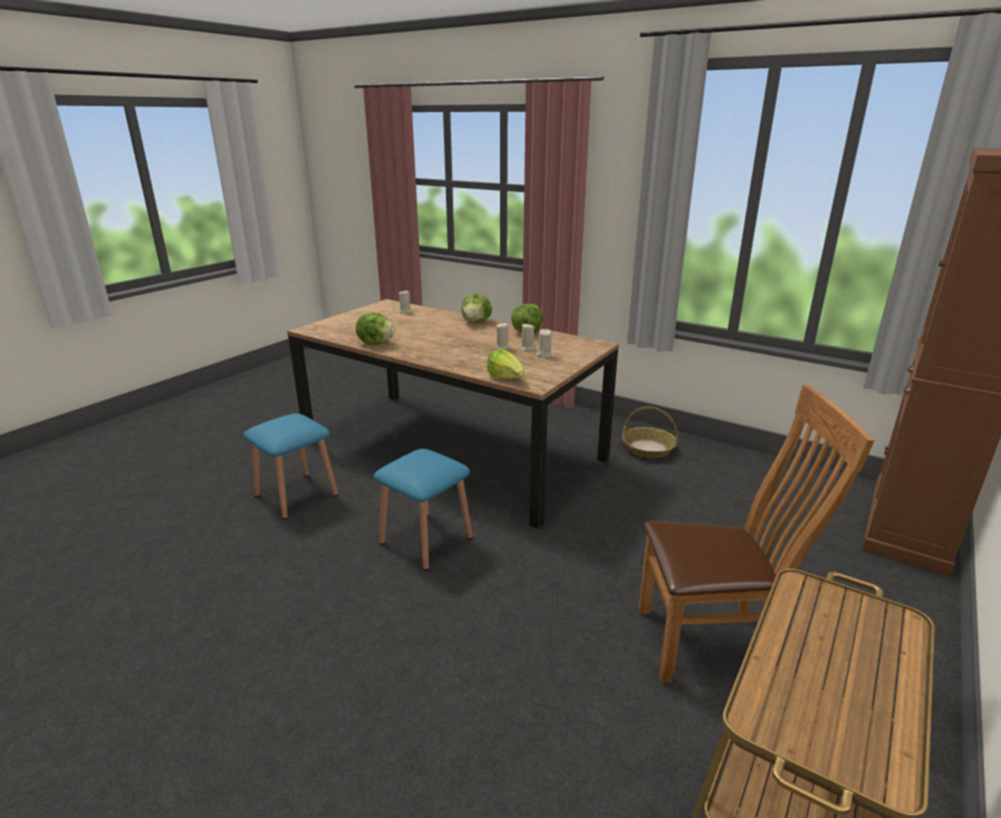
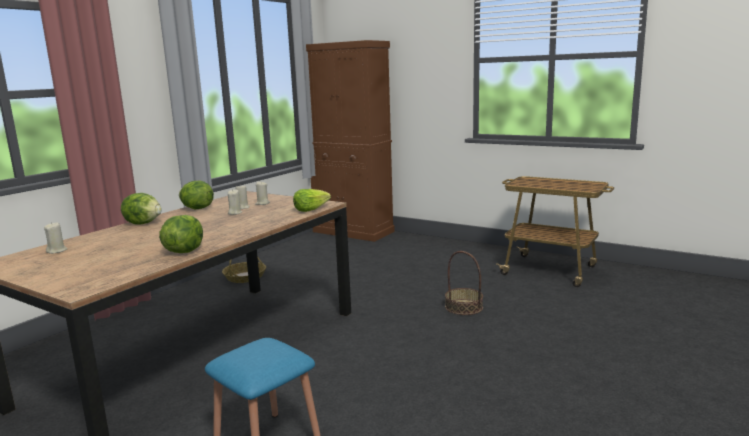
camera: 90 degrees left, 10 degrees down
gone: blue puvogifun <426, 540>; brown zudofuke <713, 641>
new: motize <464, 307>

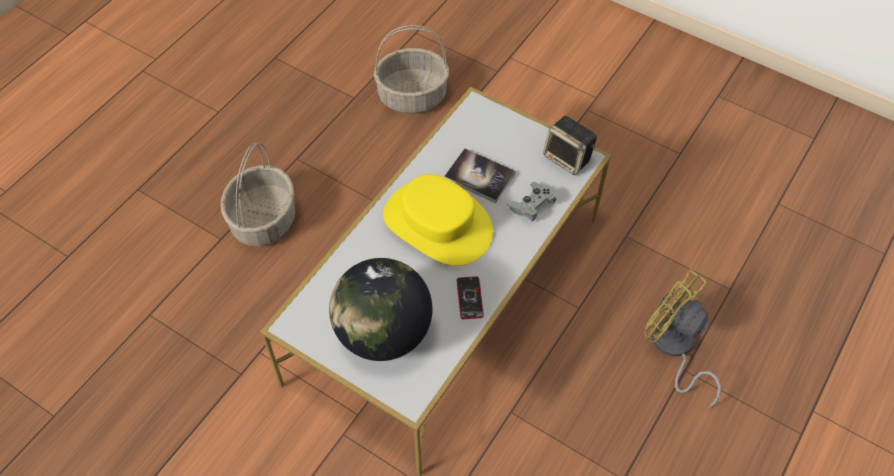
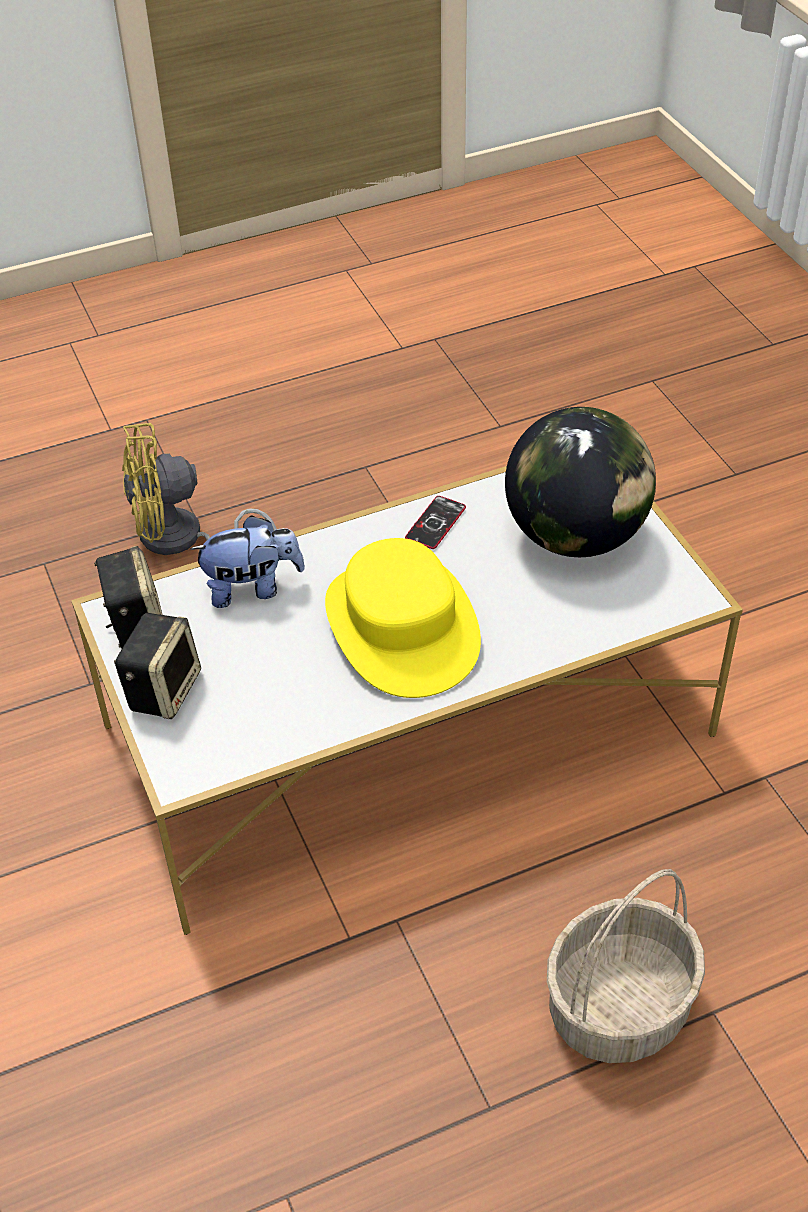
camera: 145 degrees left, 10 degrees down
gone: motize <413, 96>; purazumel <479, 176>
new: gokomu <163, 689>
swapped: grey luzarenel <531, 206> to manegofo <252, 588>
rotated: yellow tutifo <673, 348> = <182, 541> 90 degrees clockwise

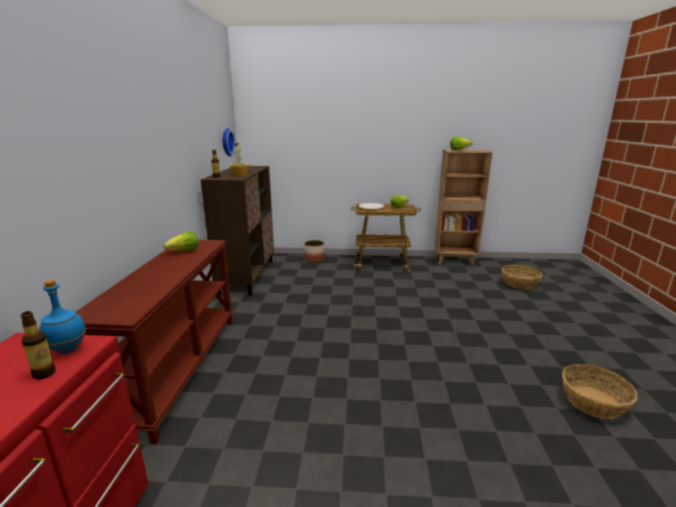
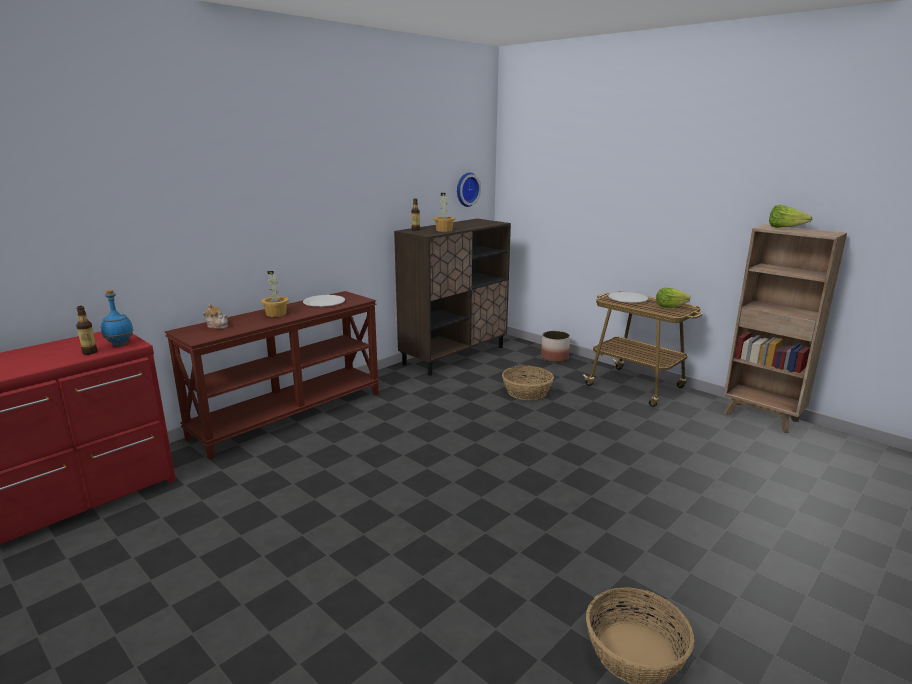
camera: 40 degrees right, 0 degrees up
new: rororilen <217, 326>; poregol <276, 314>
shifted: motize <519, 283> to <526, 392>
swapped: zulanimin <184, 251> to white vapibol <324, 302>

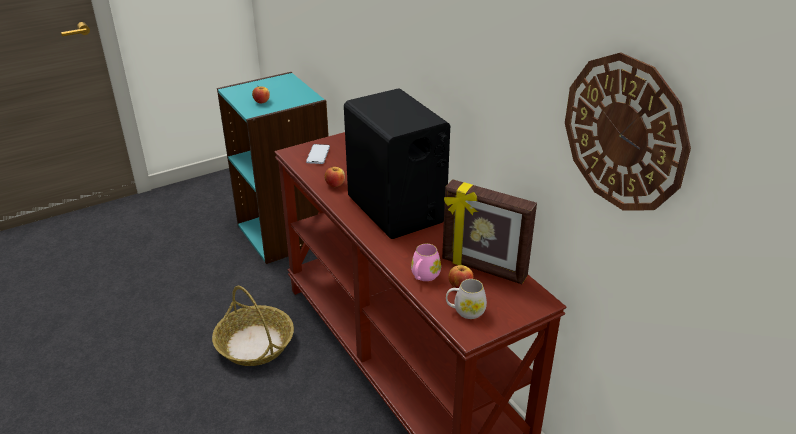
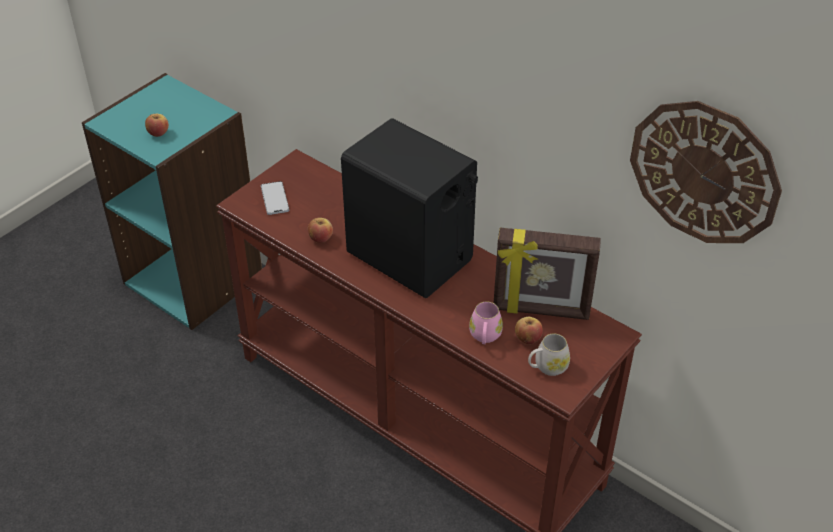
camera: 20 degrees left, 10 degrees up
gone: motize <255, 344>

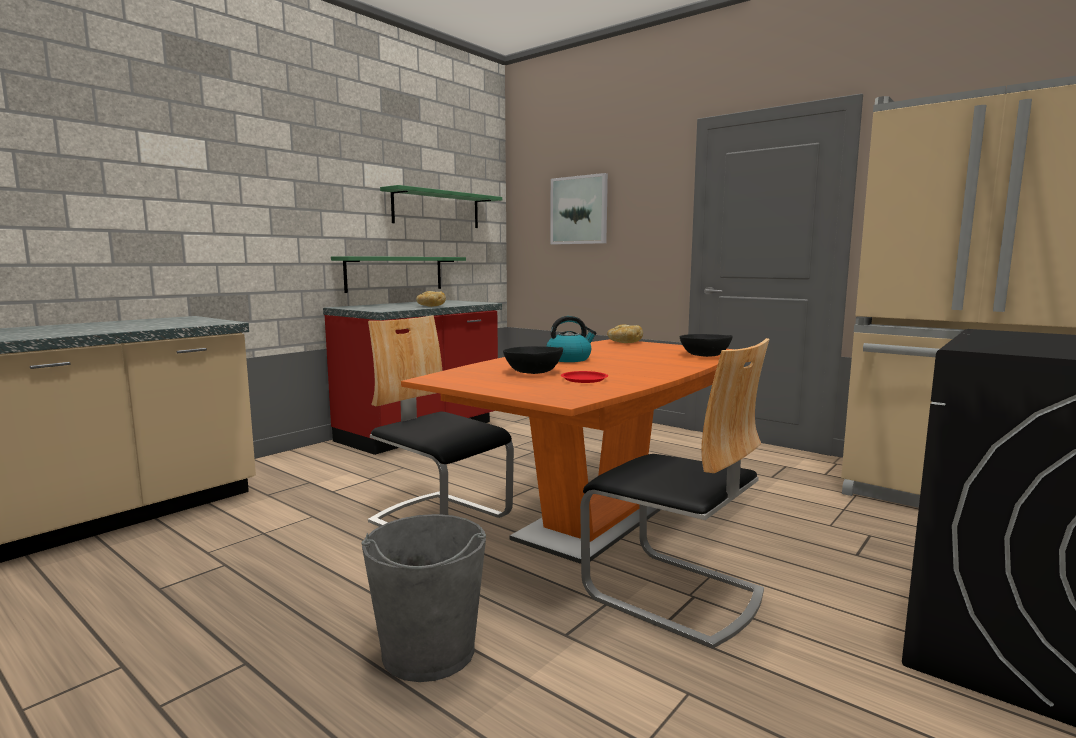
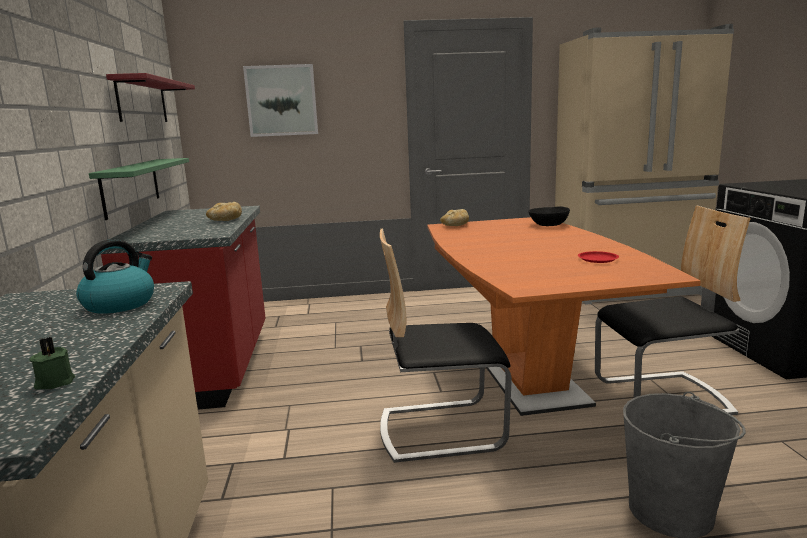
camera: 45 degrees left, 5 degrees up
gone: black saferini <532, 372>
new: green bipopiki <54, 382>
shifted: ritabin <569, 359> to <120, 304>
repainted: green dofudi <436, 209> to red dofudi <142, 101>

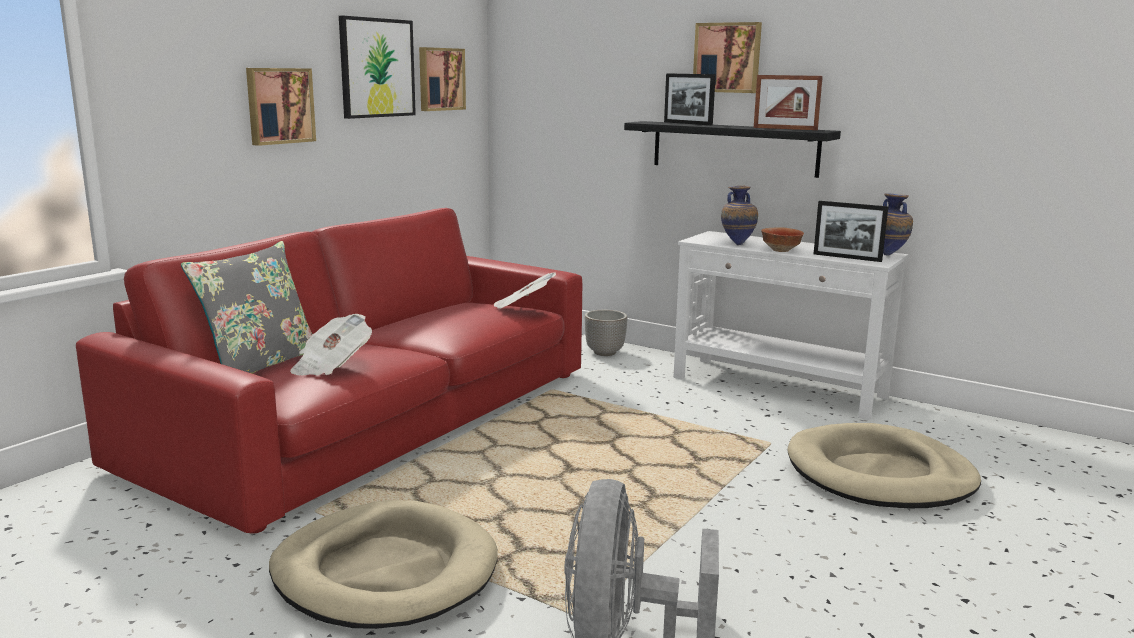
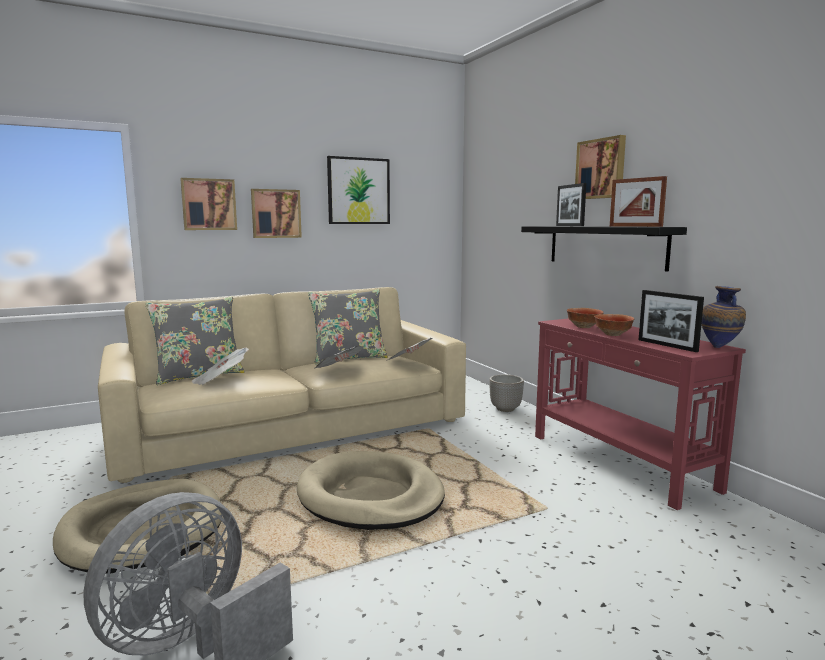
camera: 30 degrees right, 5 degrees down
new: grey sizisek <349, 358>; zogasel <339, 370>
shifted: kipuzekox <440, 79> to <209, 204>; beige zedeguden <880, 474> to <370, 496>
swapped: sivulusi <737, 244> to saferini <584, 327>
repainted: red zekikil <375, 418> to beige zekikil <292, 426>; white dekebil <779, 387> to red dekebil <619, 462>

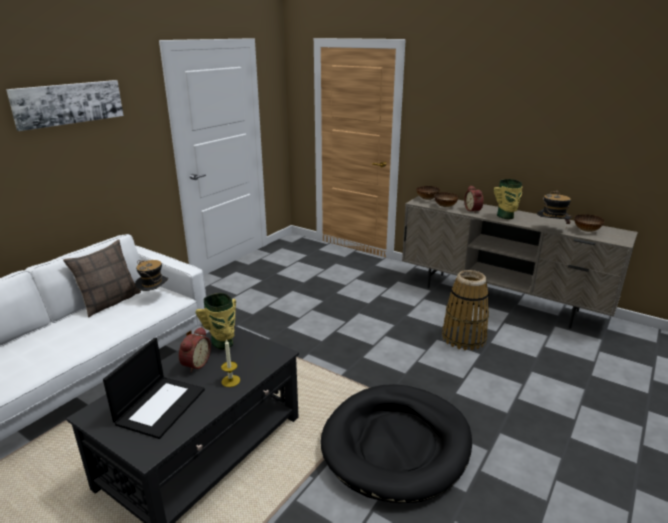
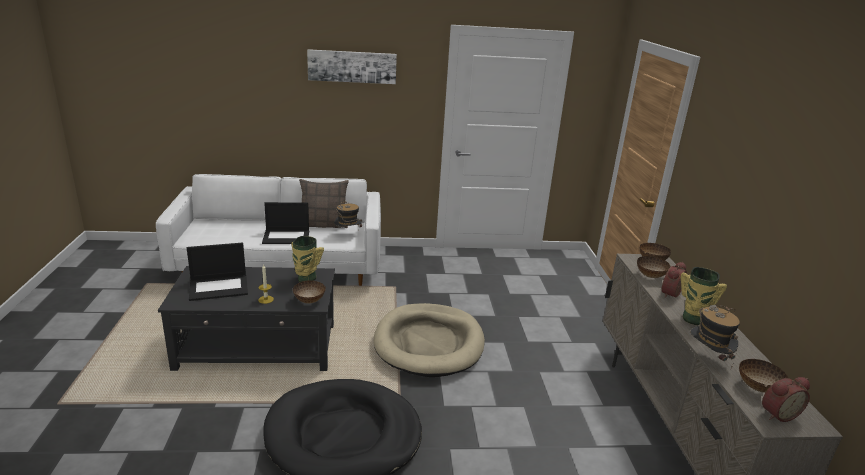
camera: 50 degrees right, 0 degrees up
gone: motize <464, 338>
new: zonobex <287, 237>; saferini <309, 301>; beige zedeguden <429, 343>
shifted: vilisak <195, 364> to <777, 413>

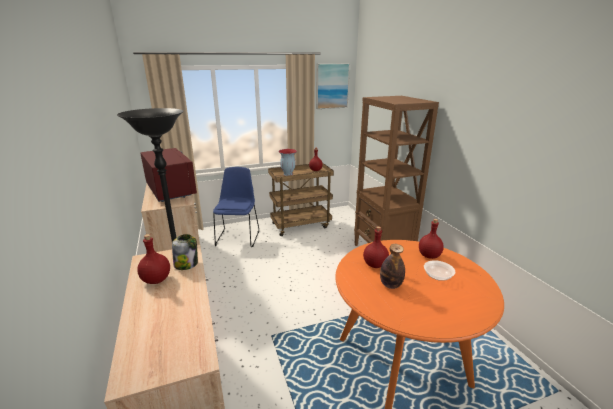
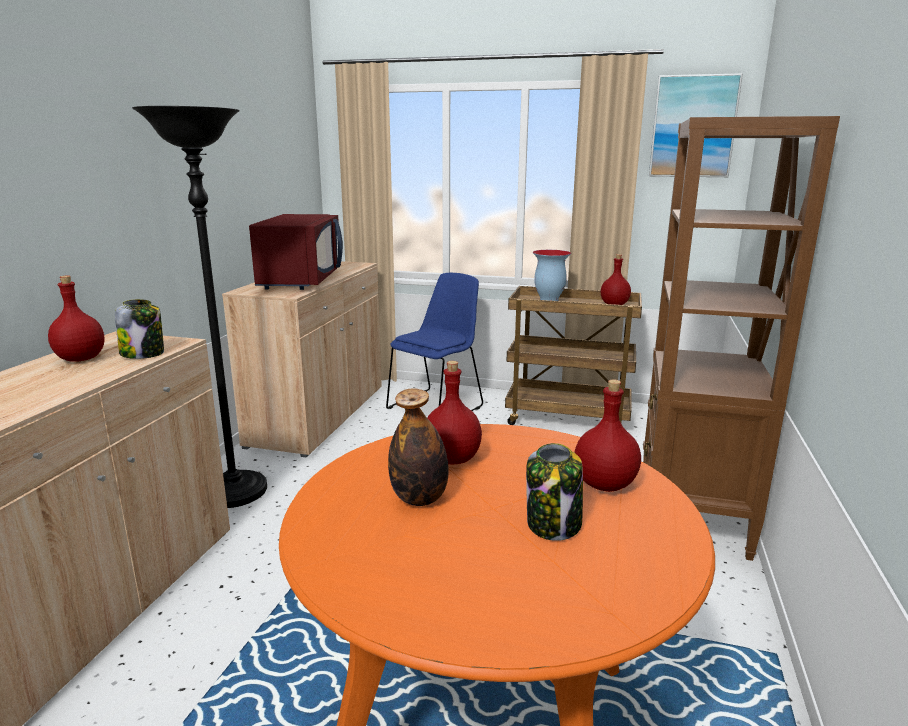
camera: 35 degrees right, 5 degrees down
swapped: saferini <438, 276> to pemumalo <553, 524>

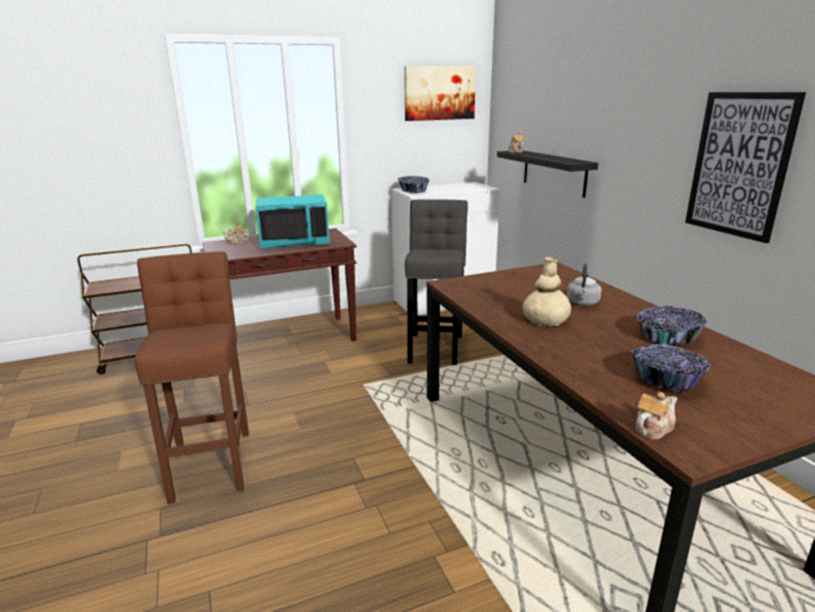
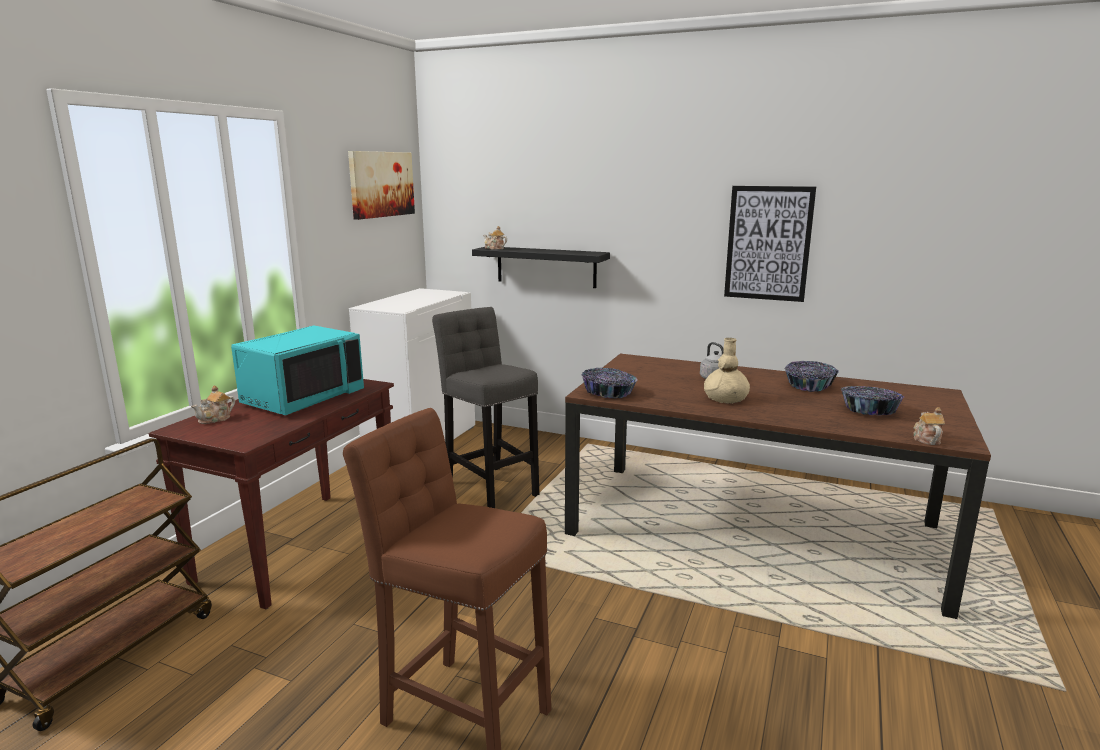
camera: 45 degrees left, 5 degrees down
shifted: saferini <413, 190> to <608, 393>

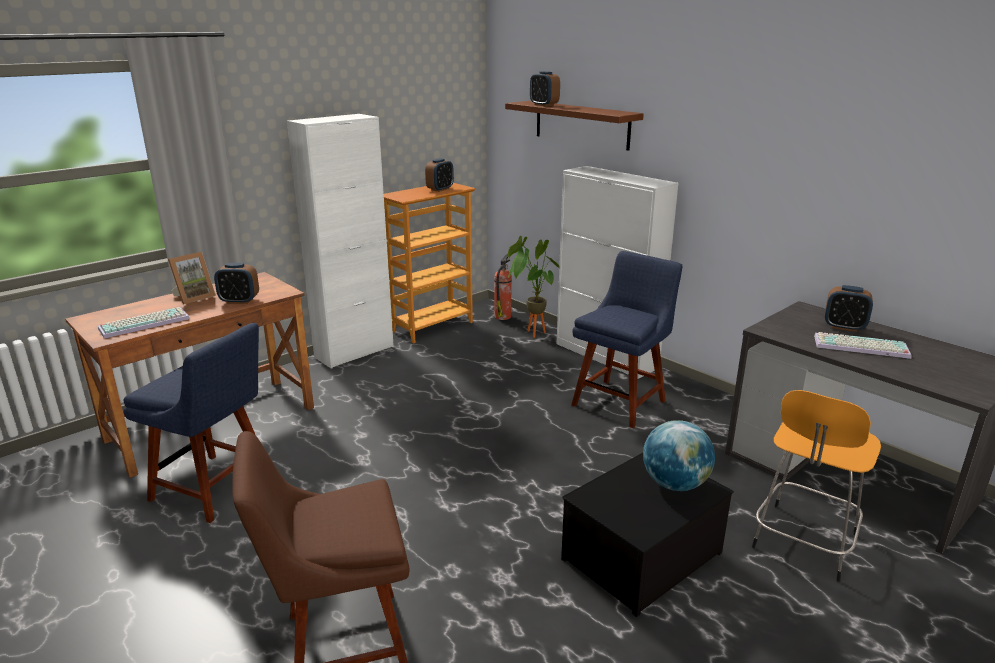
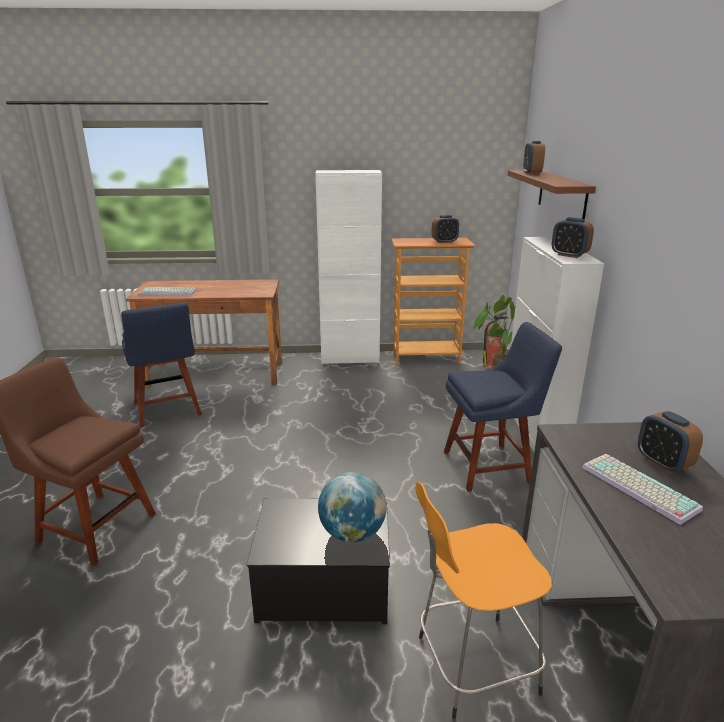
camera: 40 degrees right, 0 degrees up
gone: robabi <193, 297>
shifted: vilisak <239, 301> to <569, 255>

